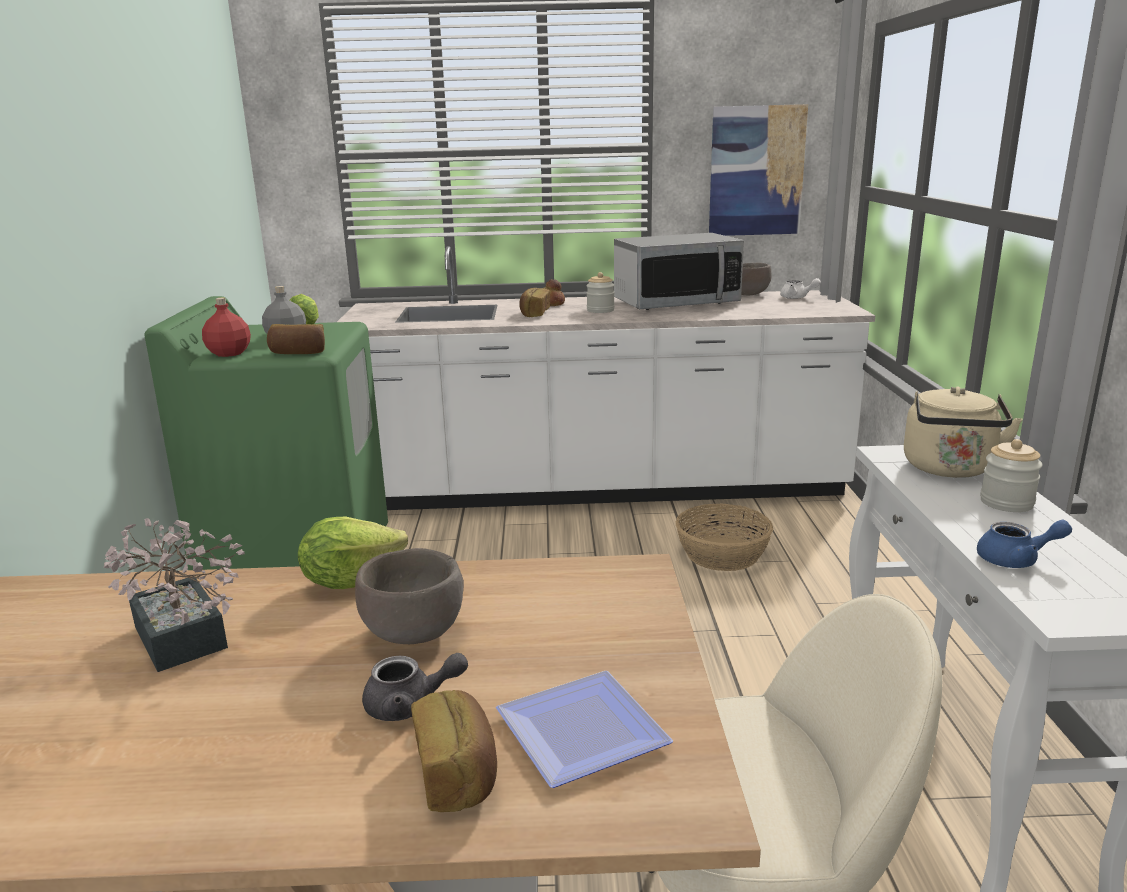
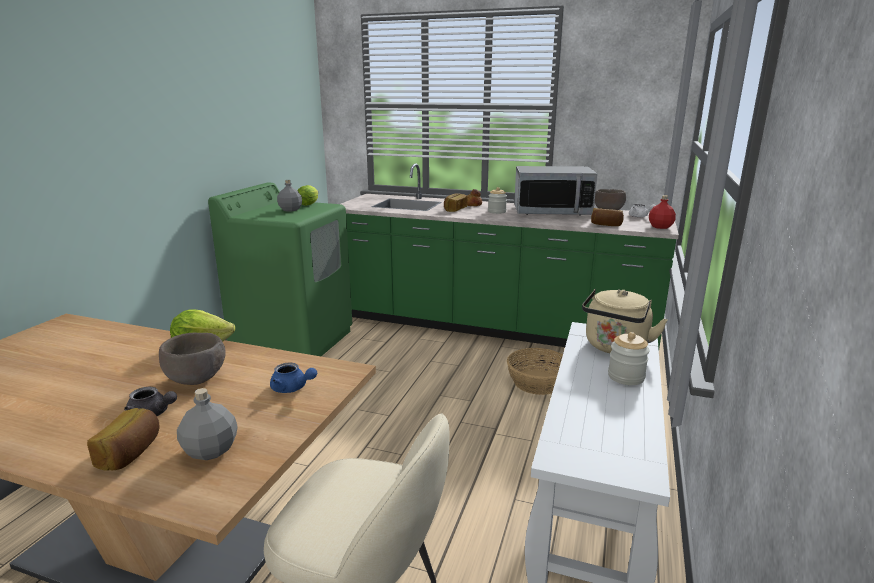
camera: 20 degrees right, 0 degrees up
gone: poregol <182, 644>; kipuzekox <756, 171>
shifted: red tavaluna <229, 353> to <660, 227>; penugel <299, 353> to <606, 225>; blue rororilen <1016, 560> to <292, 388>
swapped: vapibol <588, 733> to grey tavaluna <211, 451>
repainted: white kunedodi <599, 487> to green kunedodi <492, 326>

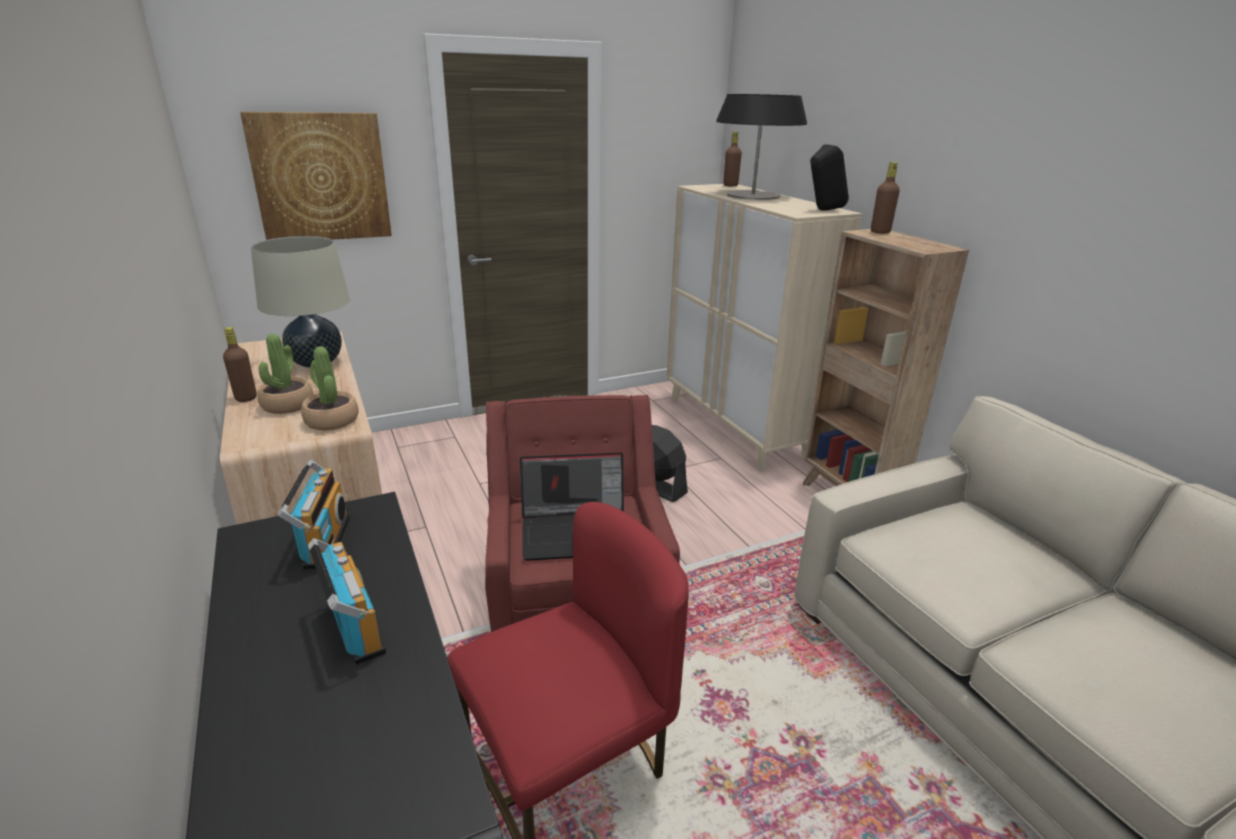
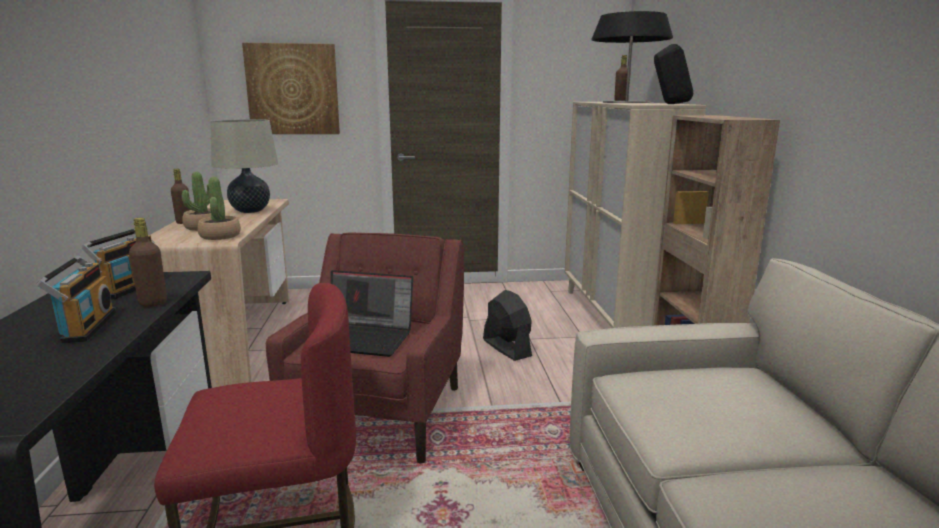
camera: 20 degrees right, 10 degrees down
shifted: brown tavaluna <880, 232> to <153, 303>

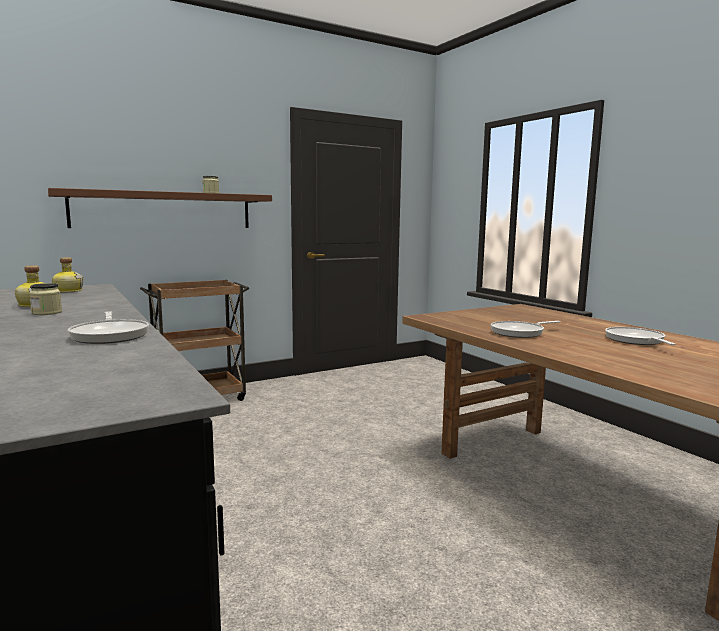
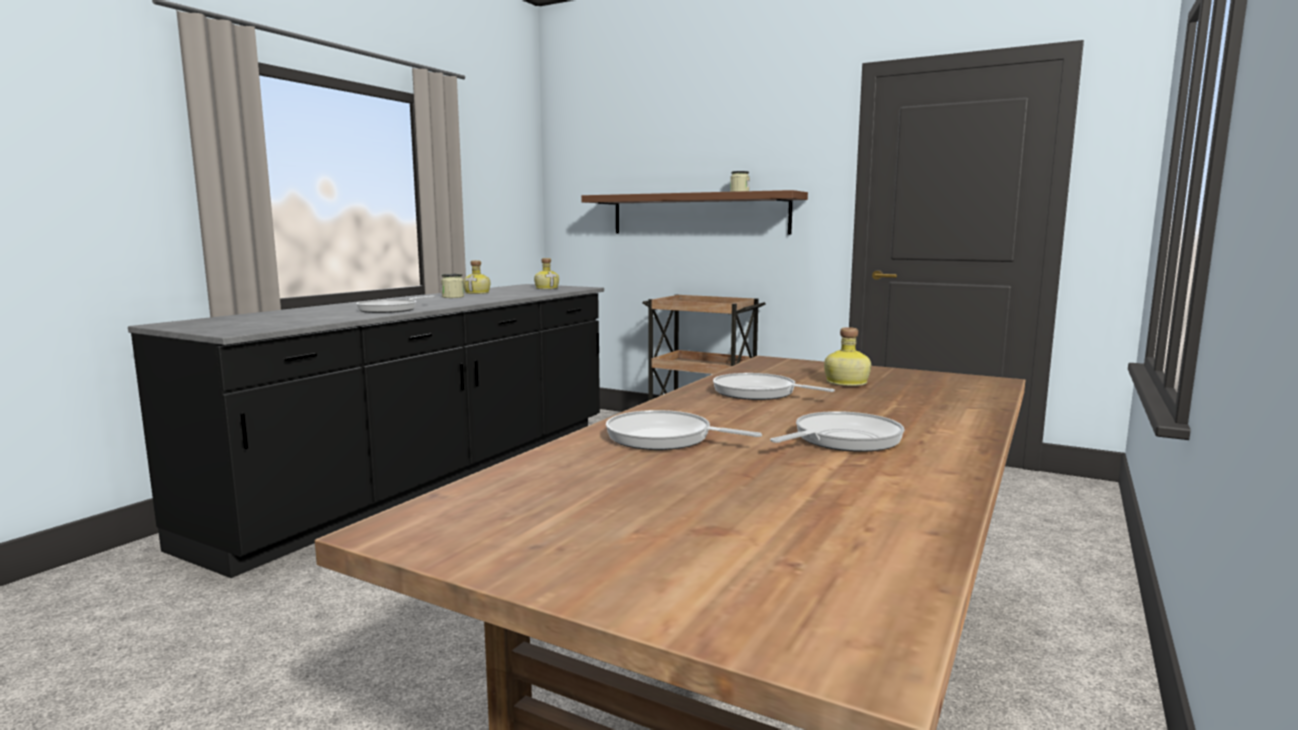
camera: 60 degrees right, 0 degrees up
new: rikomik <664, 438>; tavaluna <845, 383>

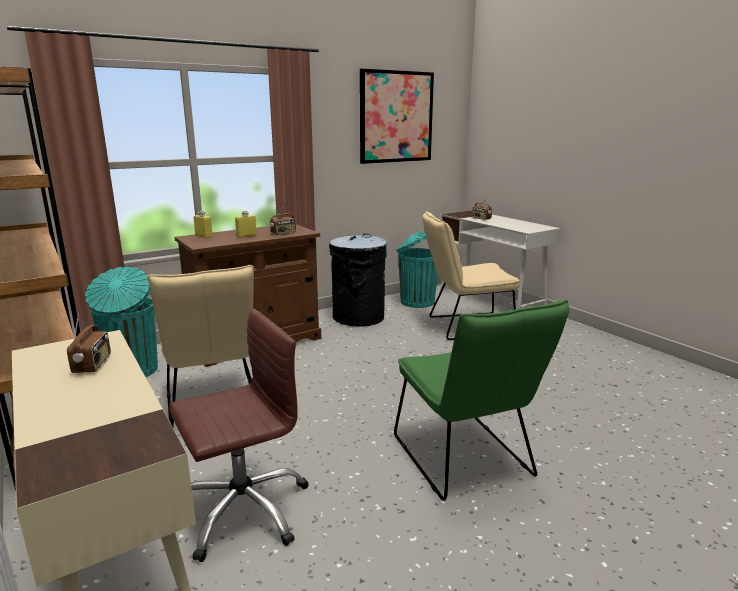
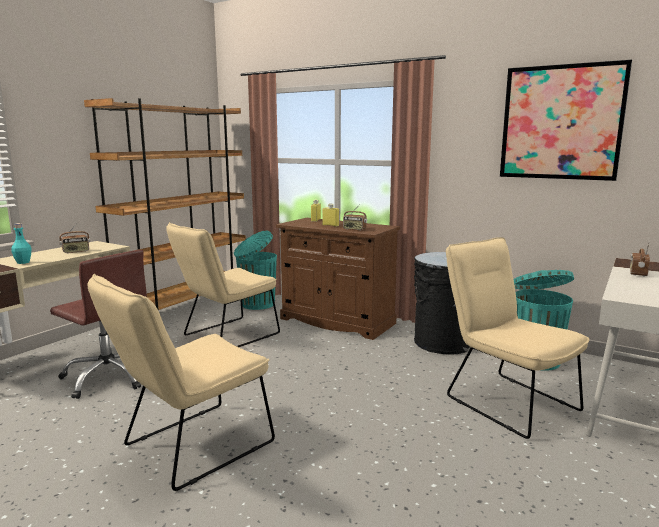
camera: 65 degrees right, 5 degrees down
new: turquoise tavaluna <23, 262>
repainted: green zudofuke <466, 461> to beige zudofuke <190, 448>

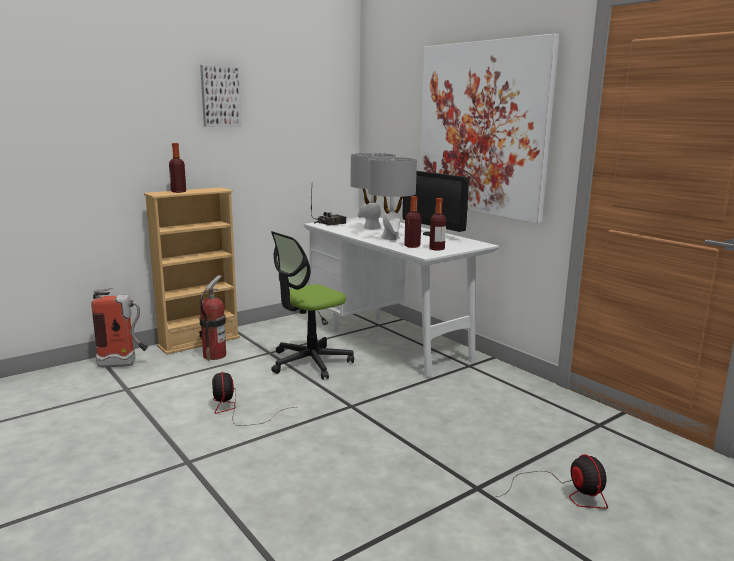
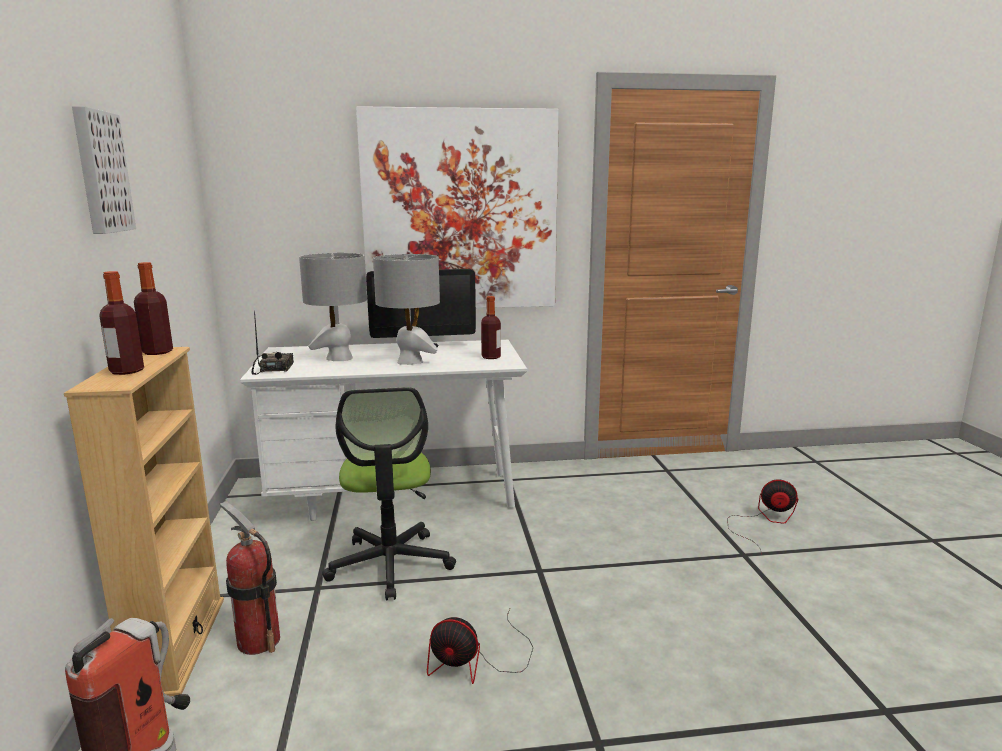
camera: 60 degrees left, 0 degrees up
shifted: tavaluna <412, 246> to <157, 352>

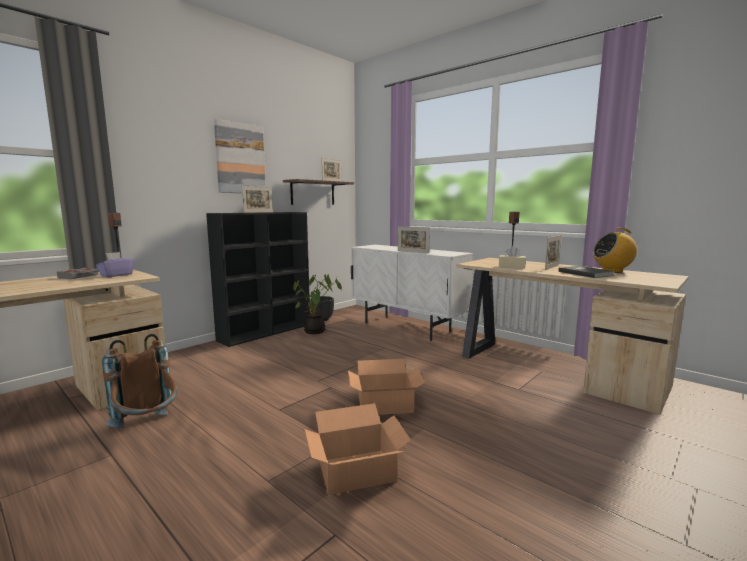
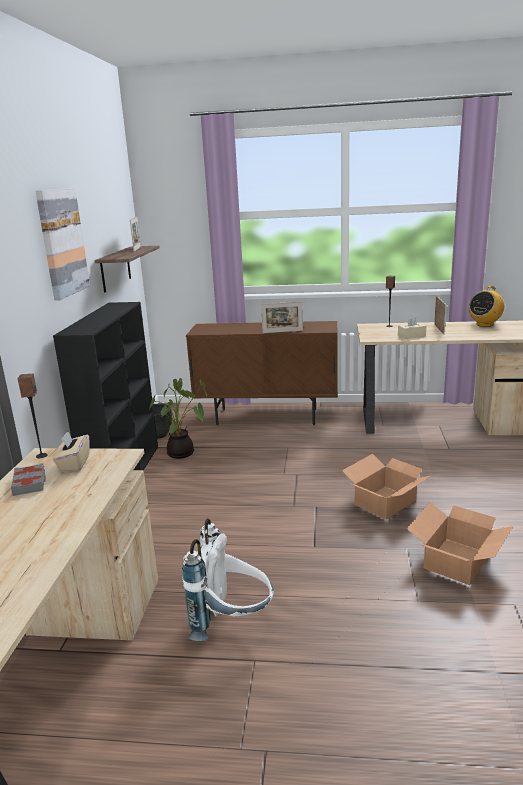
camera: 35 degrees left, 10 degrees up
gone: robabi <258, 212>; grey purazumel <586, 273>
repainted: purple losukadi <116, 275> to beige losukadi <74, 464>; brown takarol <147, 428> to white takarol <232, 623>; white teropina <406, 328> to brown teropina <267, 417>

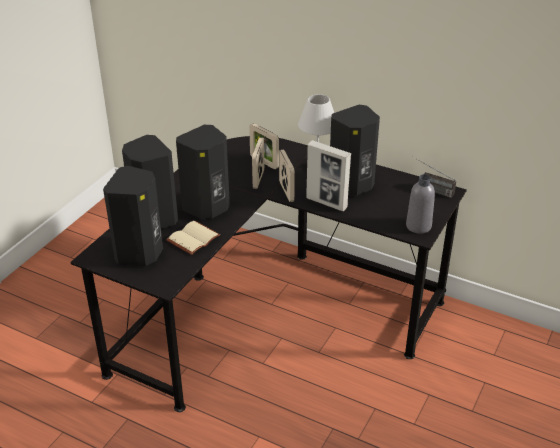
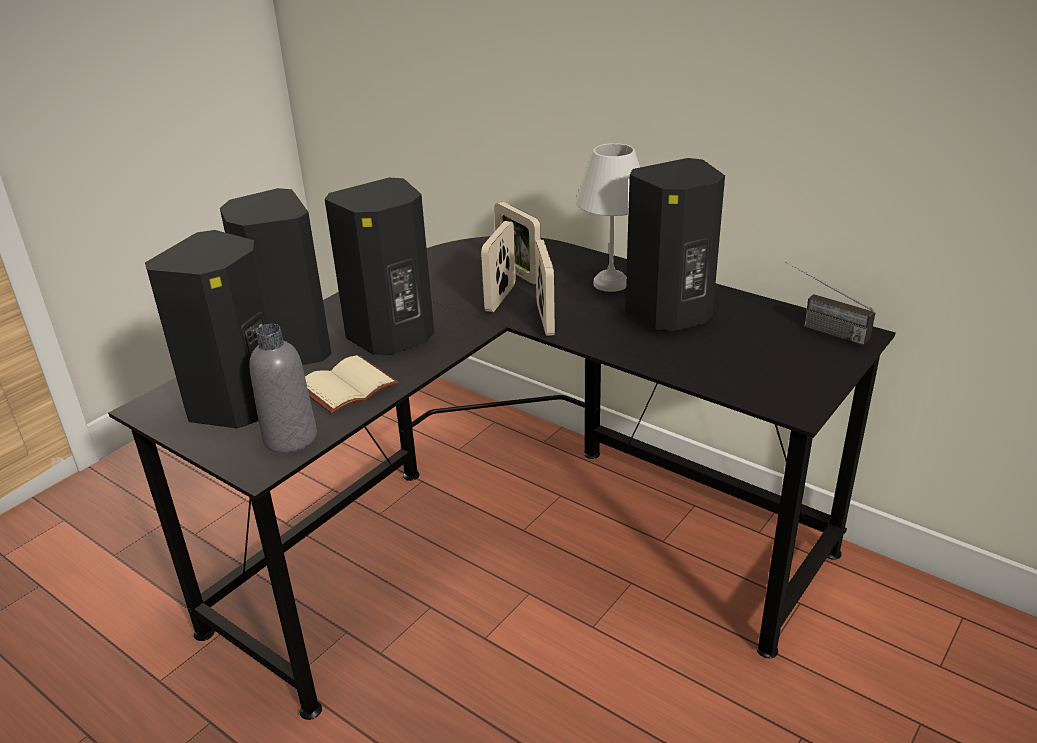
camera: 10 degrees right, 5 degrees down
gone: robabi <326, 203>
shifted: grey tavaluna <418, 226> to <290, 438>

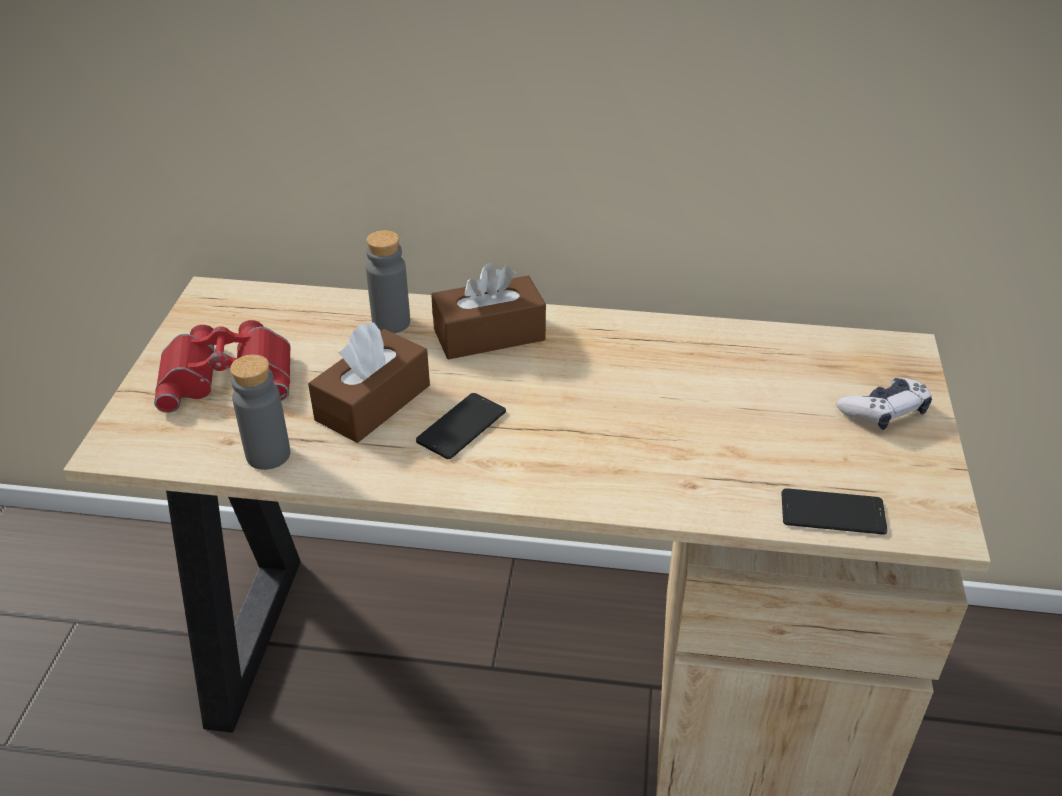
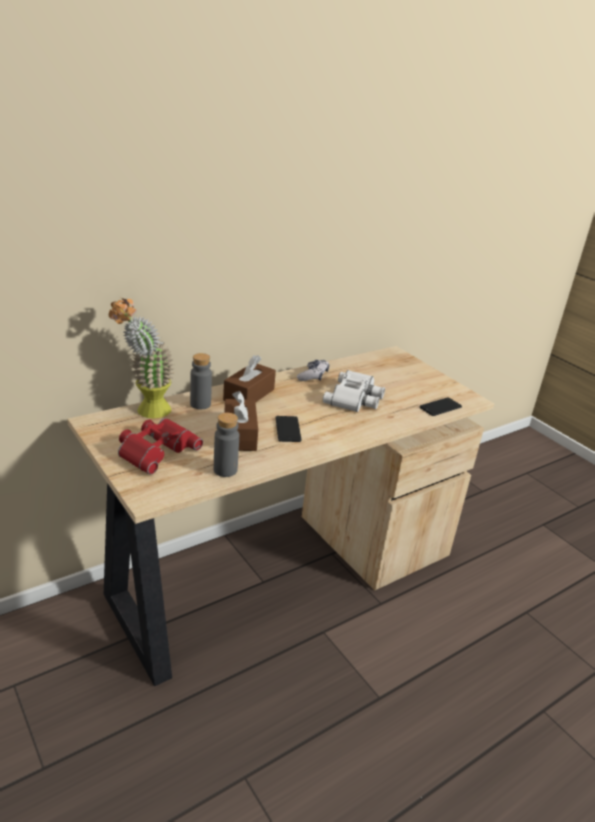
camera: 45 degrees left, 10 degrees down
new: poregol <145, 412>; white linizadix <355, 398>
shifted: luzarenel <884, 412> to <313, 376>

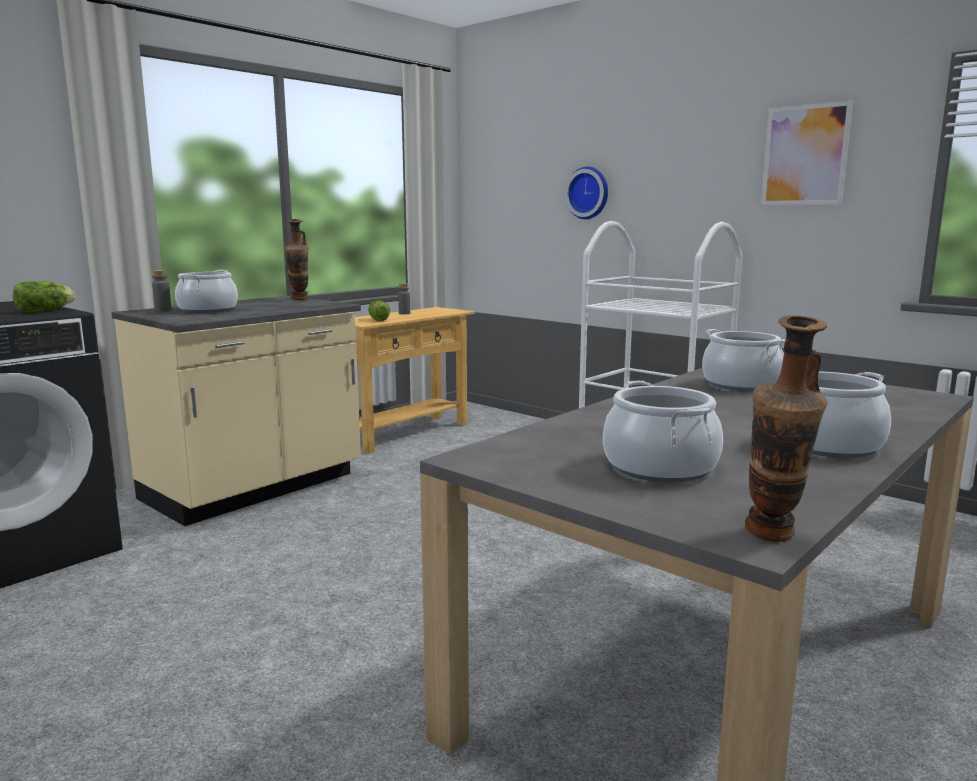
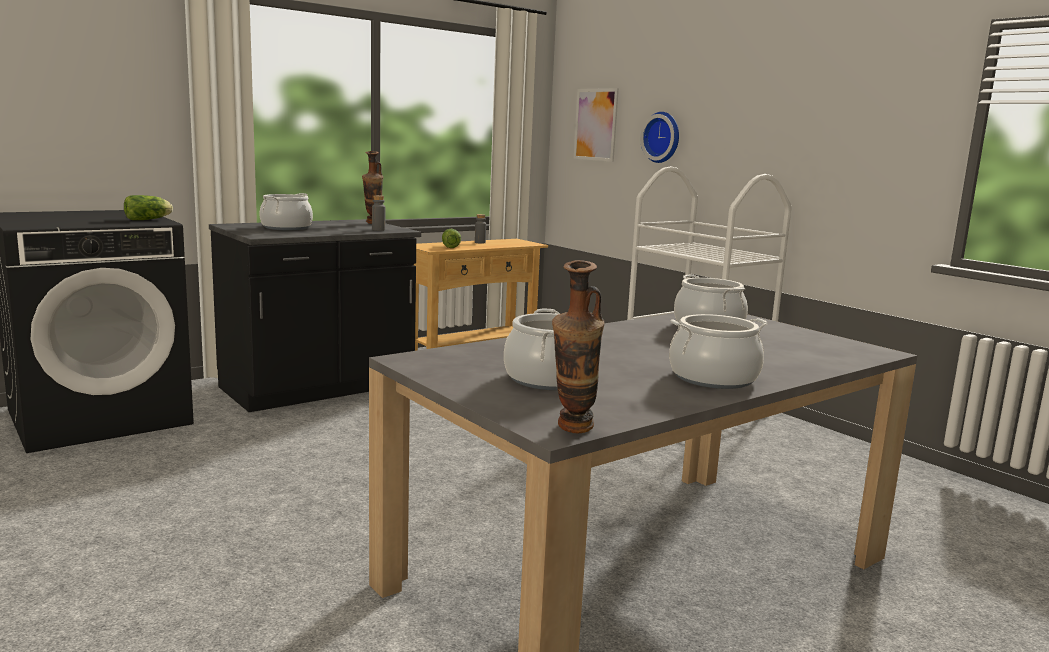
camera: 10 degrees right, 0 degrees up
shifted: grey tavaluna <163, 310> to <378, 230>; kipuzekox <805, 155> to <596, 124>
repainted: beige kunedodi <254, 488> to black kunedodi <318, 389>

